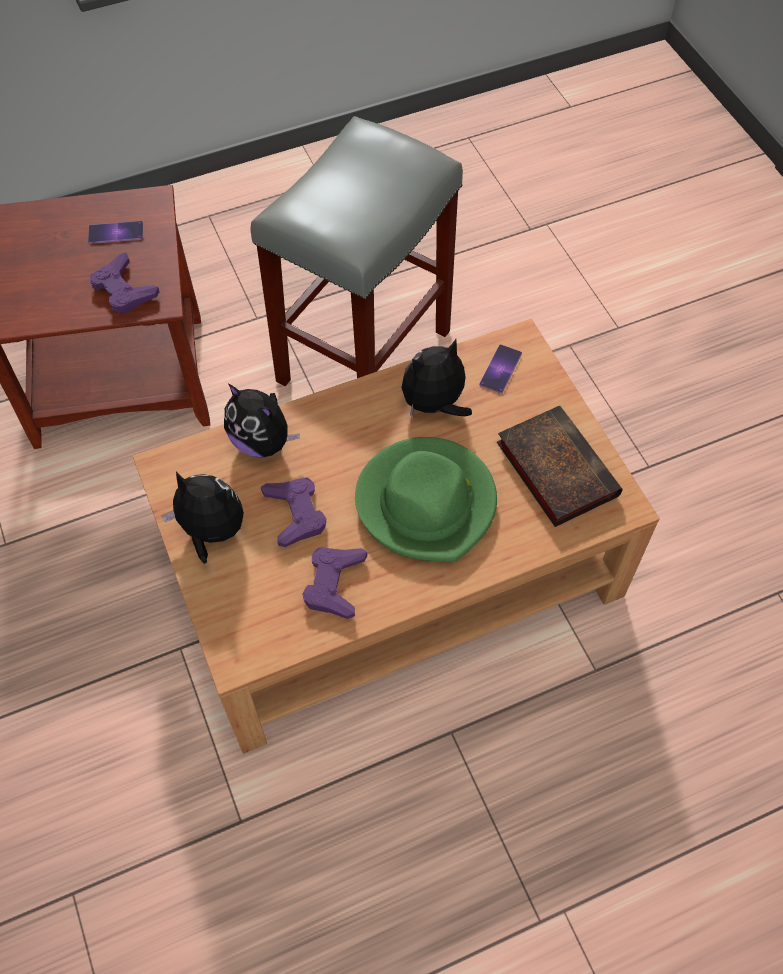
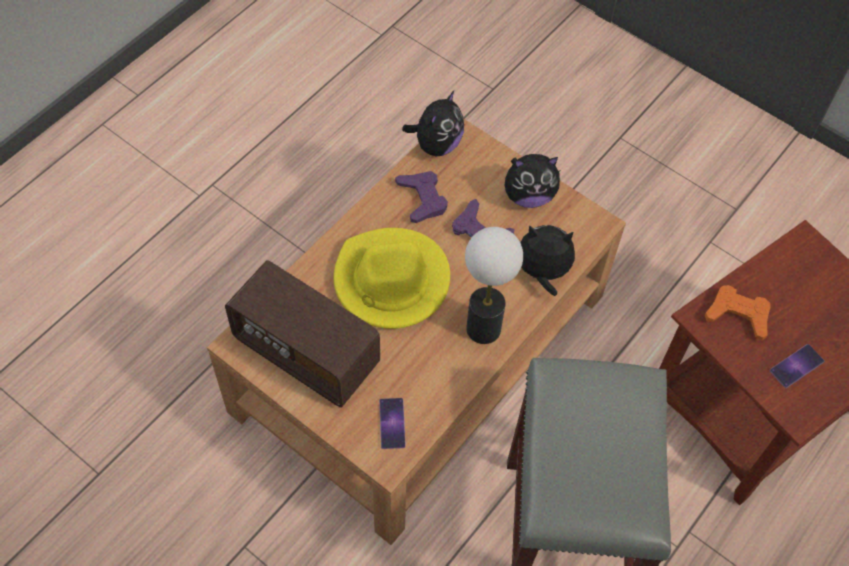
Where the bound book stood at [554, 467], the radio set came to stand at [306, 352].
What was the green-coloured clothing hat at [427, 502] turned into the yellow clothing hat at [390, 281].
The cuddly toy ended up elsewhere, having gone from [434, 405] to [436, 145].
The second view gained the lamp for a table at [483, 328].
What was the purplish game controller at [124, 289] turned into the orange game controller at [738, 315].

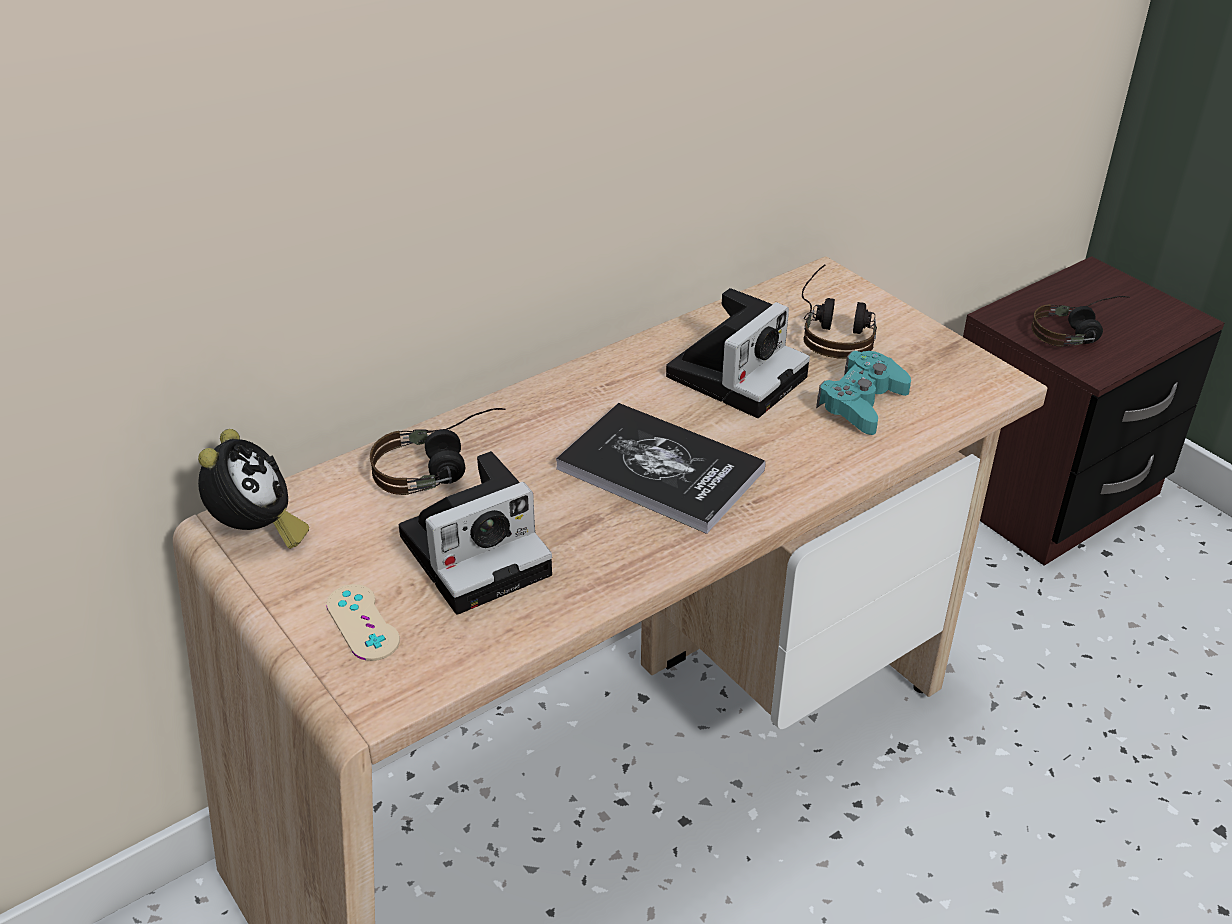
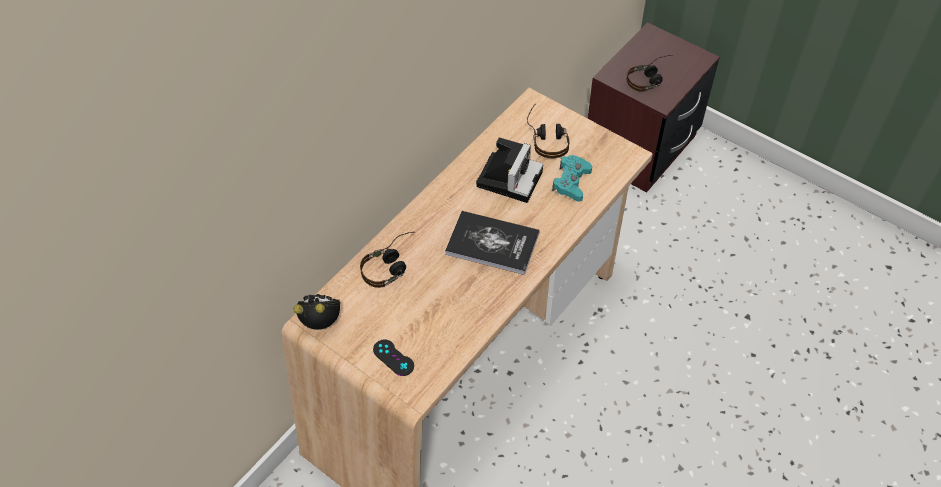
The bedside clock at [257, 532] ended up facing another way, 75 degrees counterclockwise from before.
What was the sand-coloured game controller at [362, 622] turned into the blackish game controller at [393, 358].
The second view lost the still camera at [479, 552].

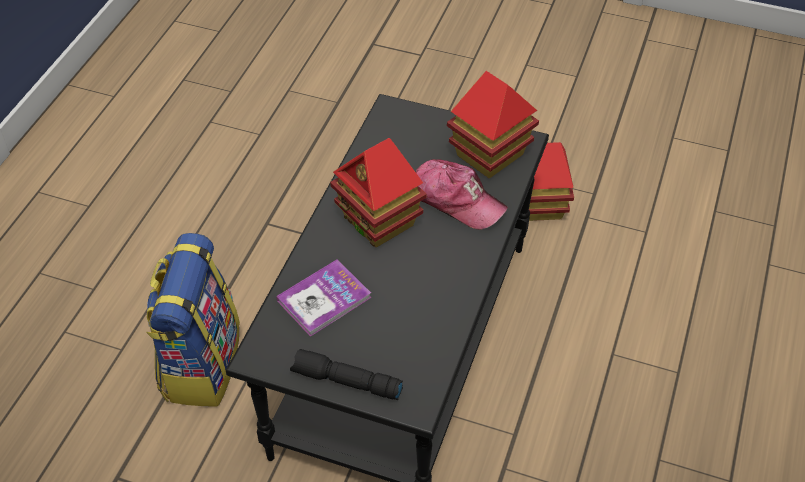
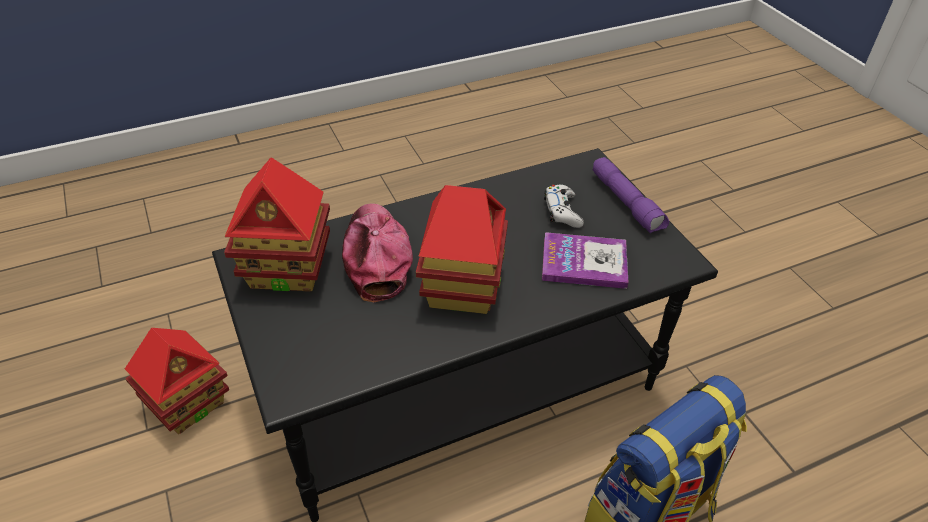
The second view gained the white game controller at [562, 211].
What was the blackish hand torch at [345, 382] turned into the purplish hand torch at [627, 203].

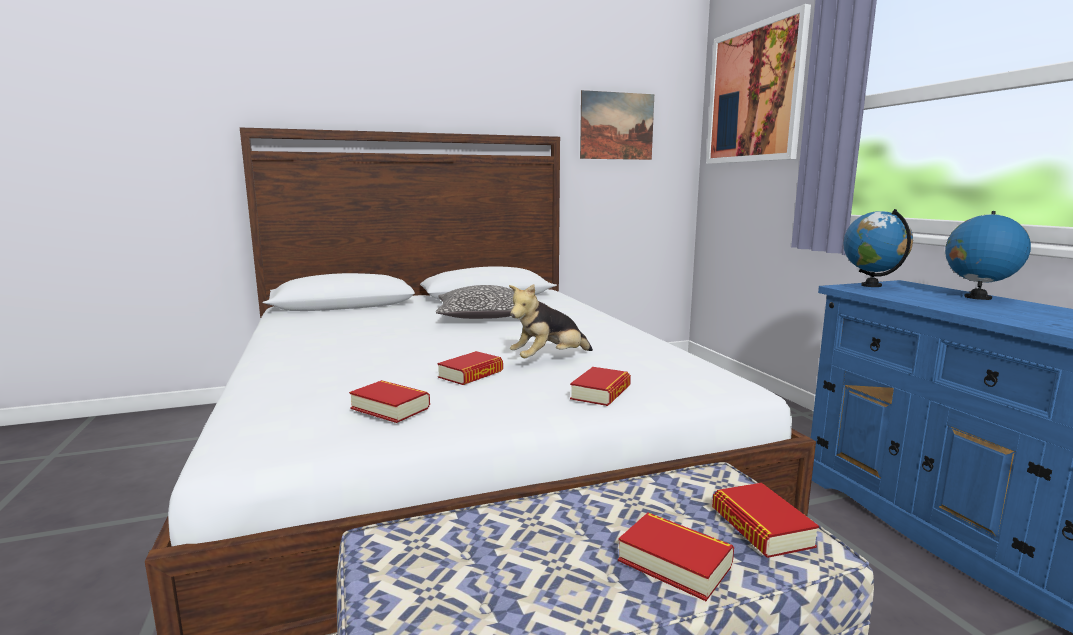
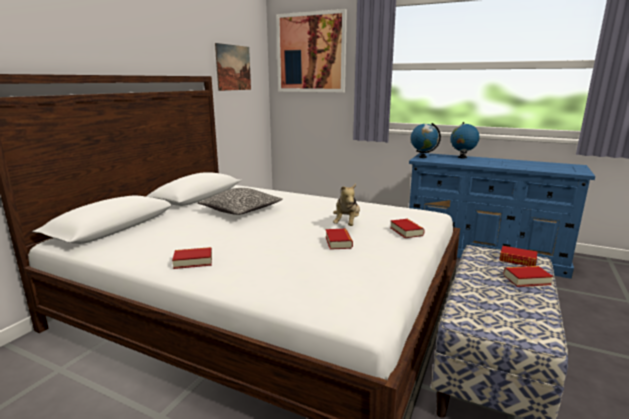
The bound book ended up elsewhere, having gone from [390, 408] to [193, 261].

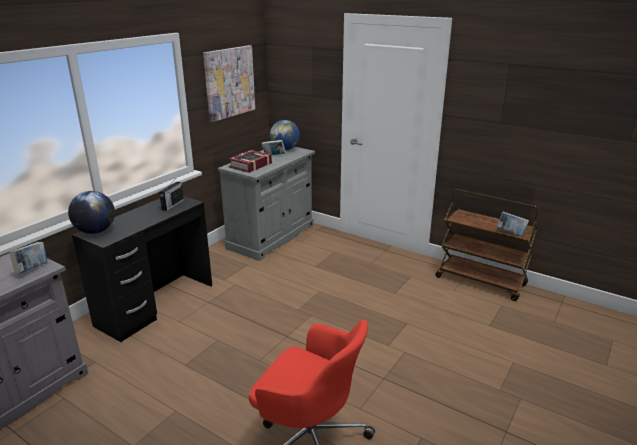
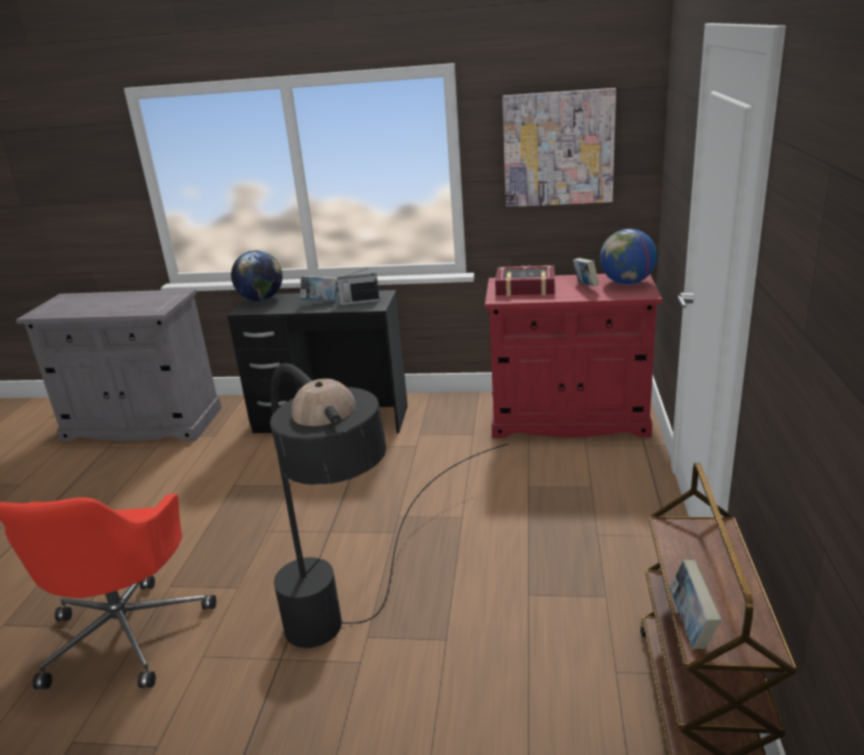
The second view gained the blackish standing lamp at [367, 662].
The bound book ended up elsewhere, having gone from [32, 269] to [320, 302].
What was the grey cupboard at [271, 237] turned into the red-coloured cupboard at [569, 419].

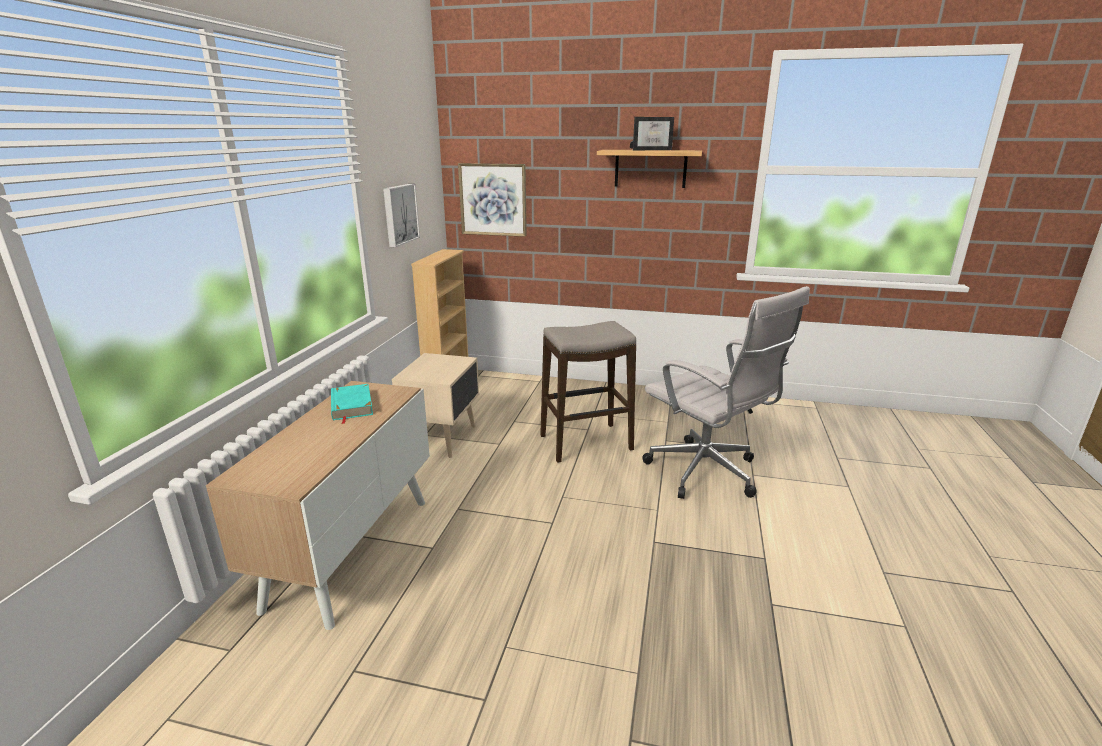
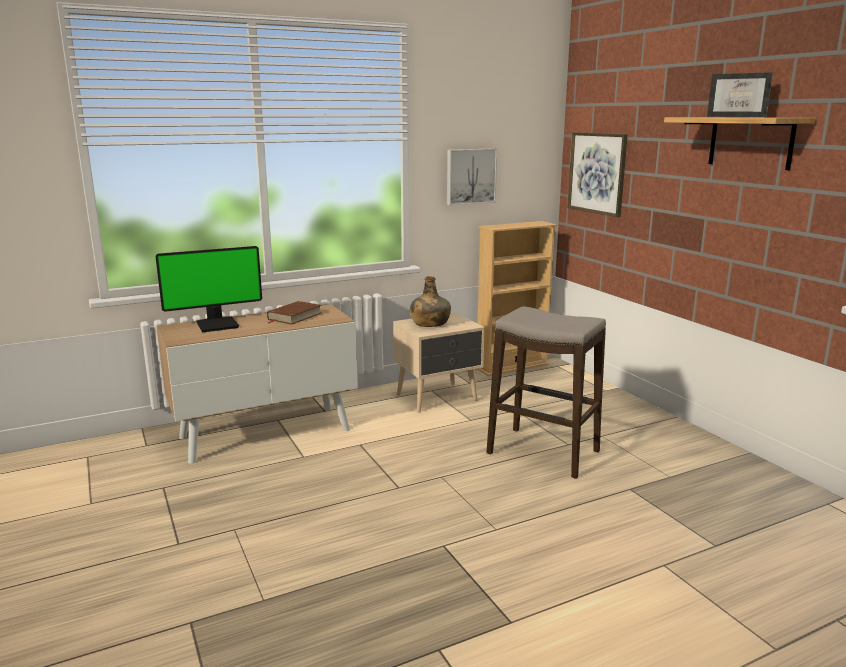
The second view gained the computer display at [217, 324].
What was the turquoise bound book at [351, 406] turned into the brownish bound book at [294, 316].
The second view gained the green-coloured drink bottle at [429, 323].
The second view lost the white office chair at [707, 474].

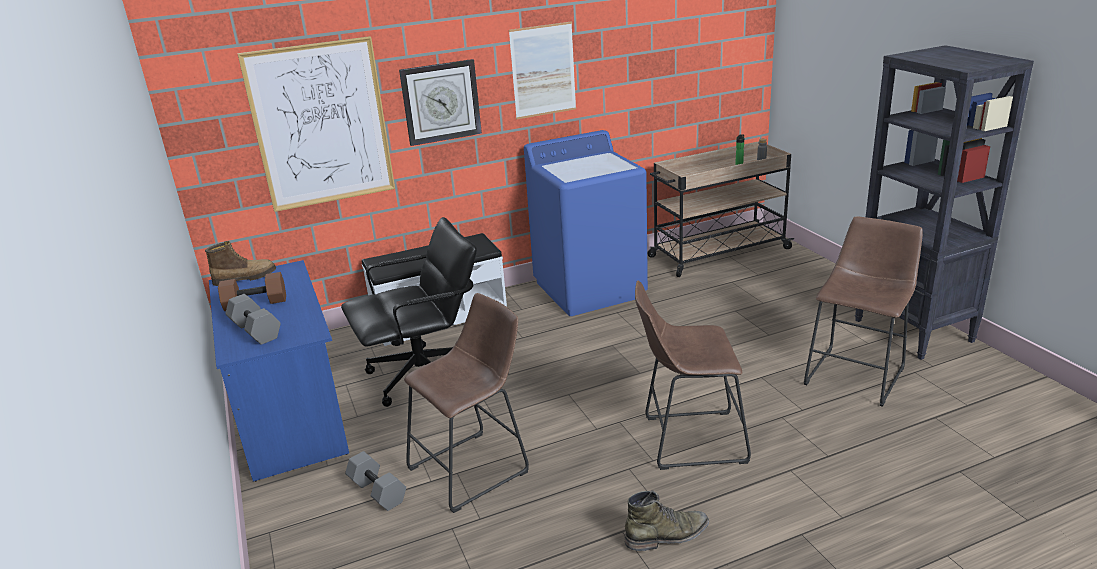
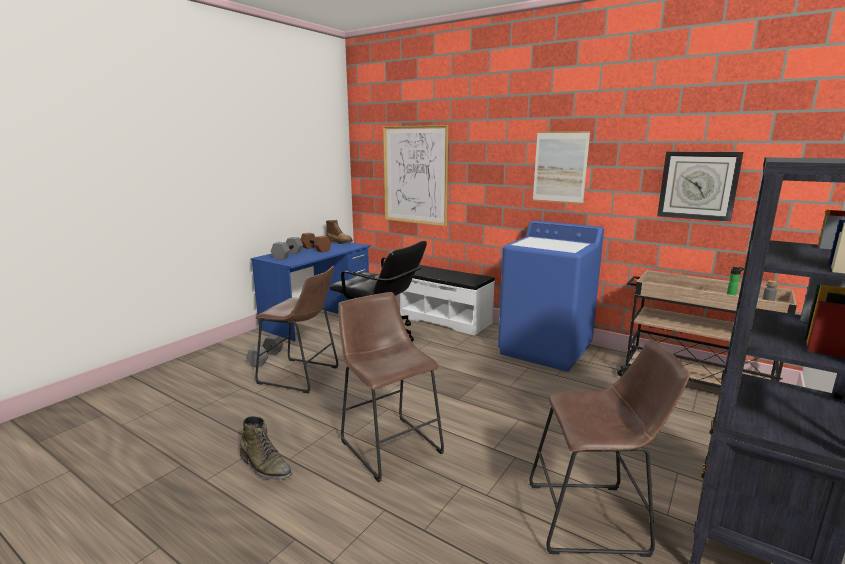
The hanging clock ended up elsewhere, having gone from [441, 102] to [698, 185].

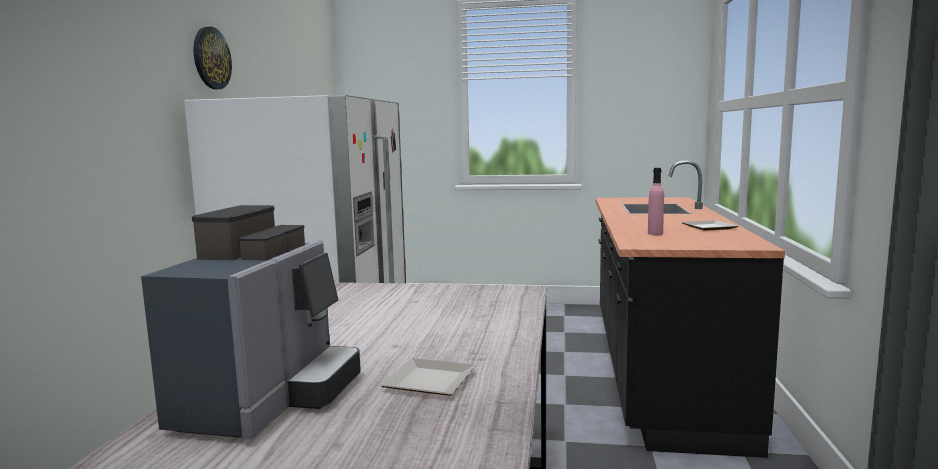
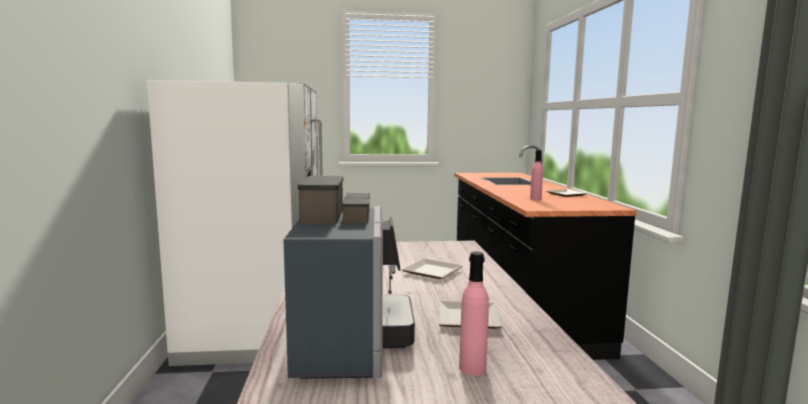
The second view gained the plate at [434, 271].
The second view gained the pinkish drink bottle at [472, 368].
The second view lost the hanging clock at [211, 58].

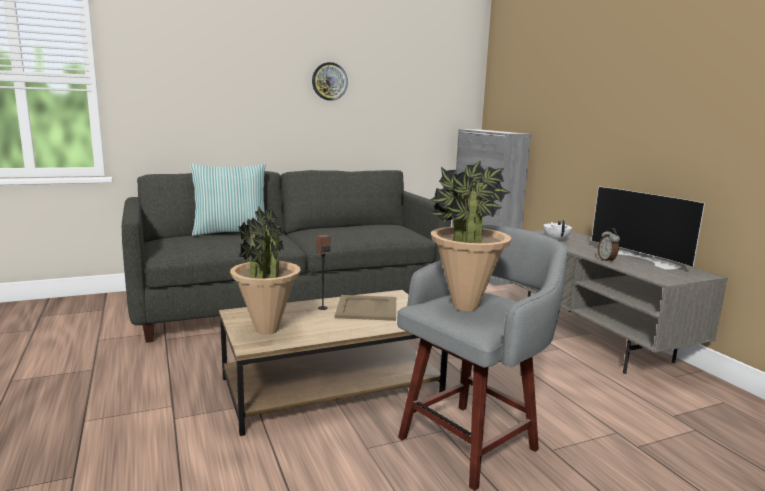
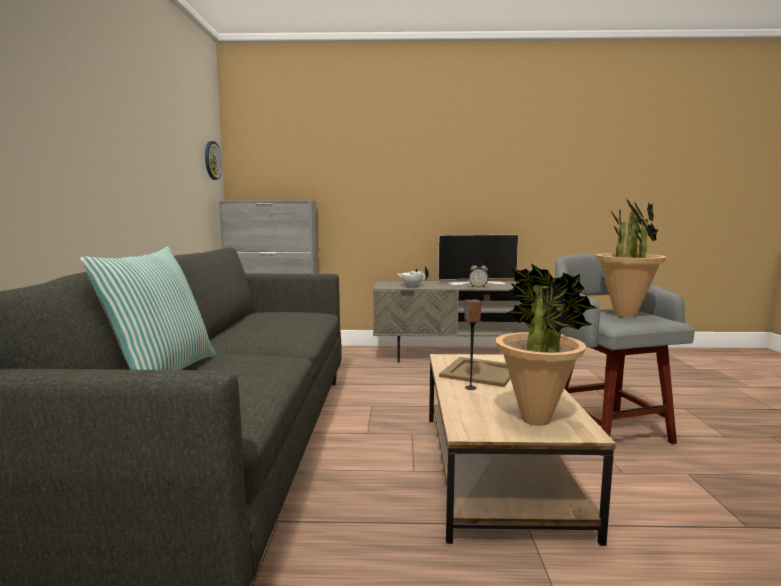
The hanging clock ended up elsewhere, having gone from [329, 81] to [212, 160].

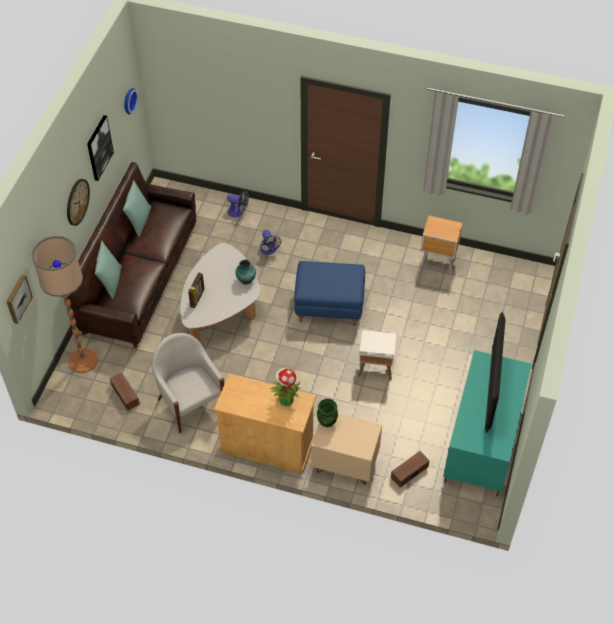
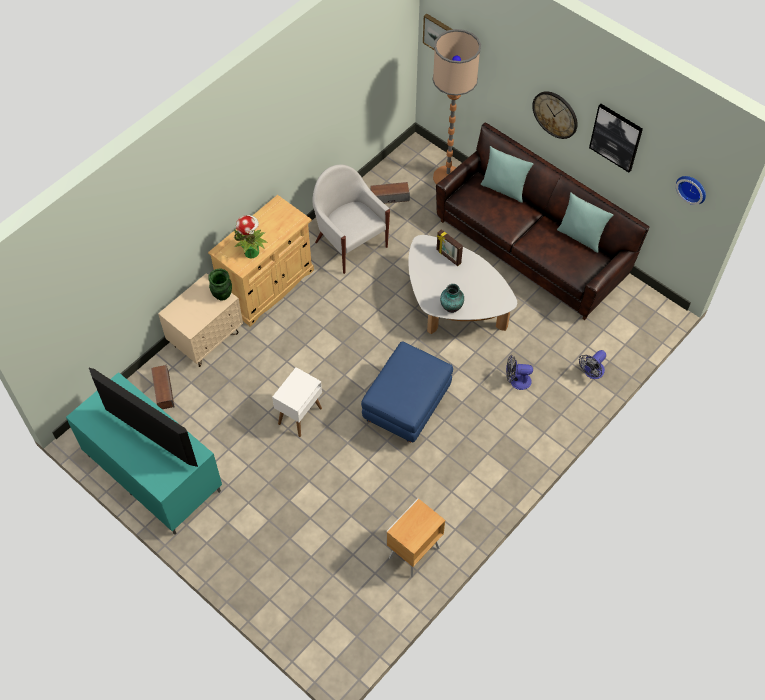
The white armchair at [191, 403] ended up facing another way, 120 degrees counterclockwise from before.

